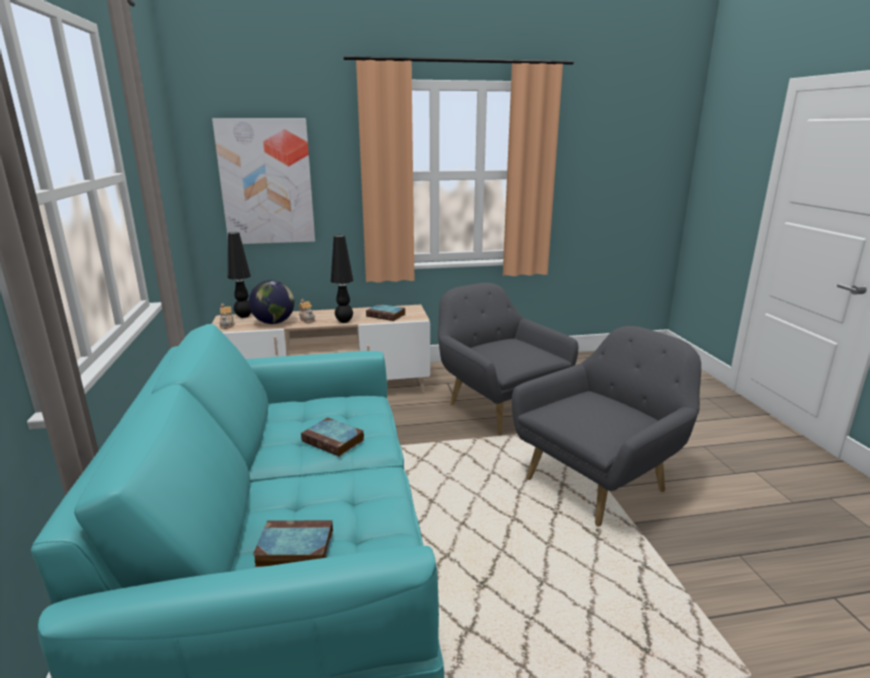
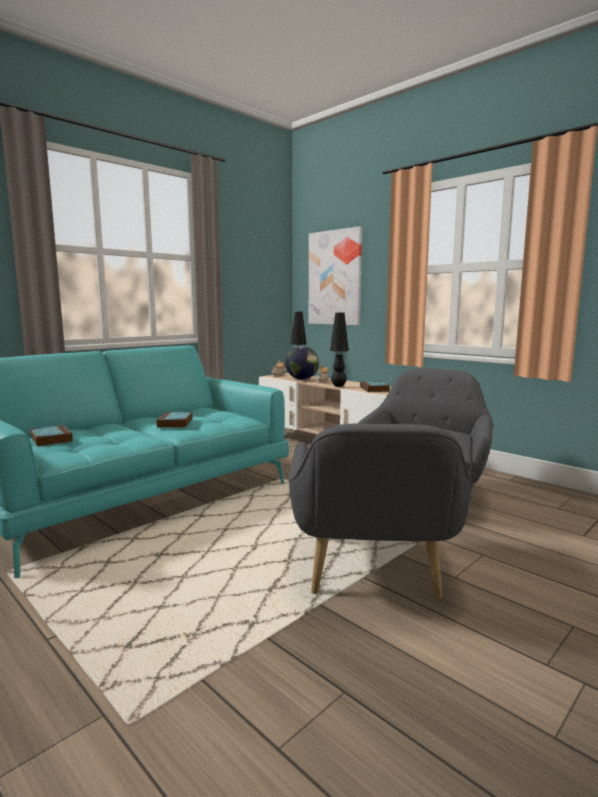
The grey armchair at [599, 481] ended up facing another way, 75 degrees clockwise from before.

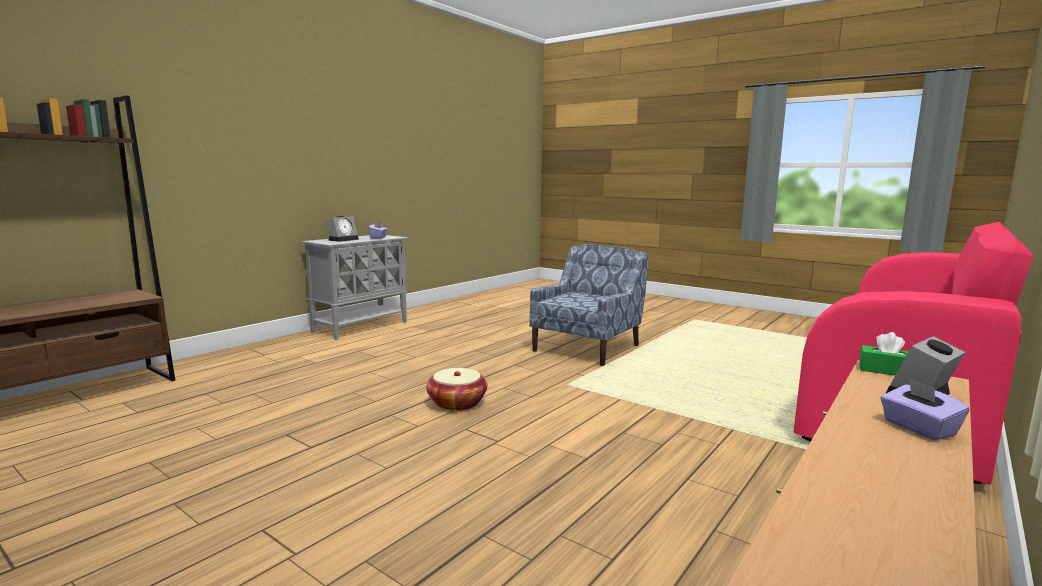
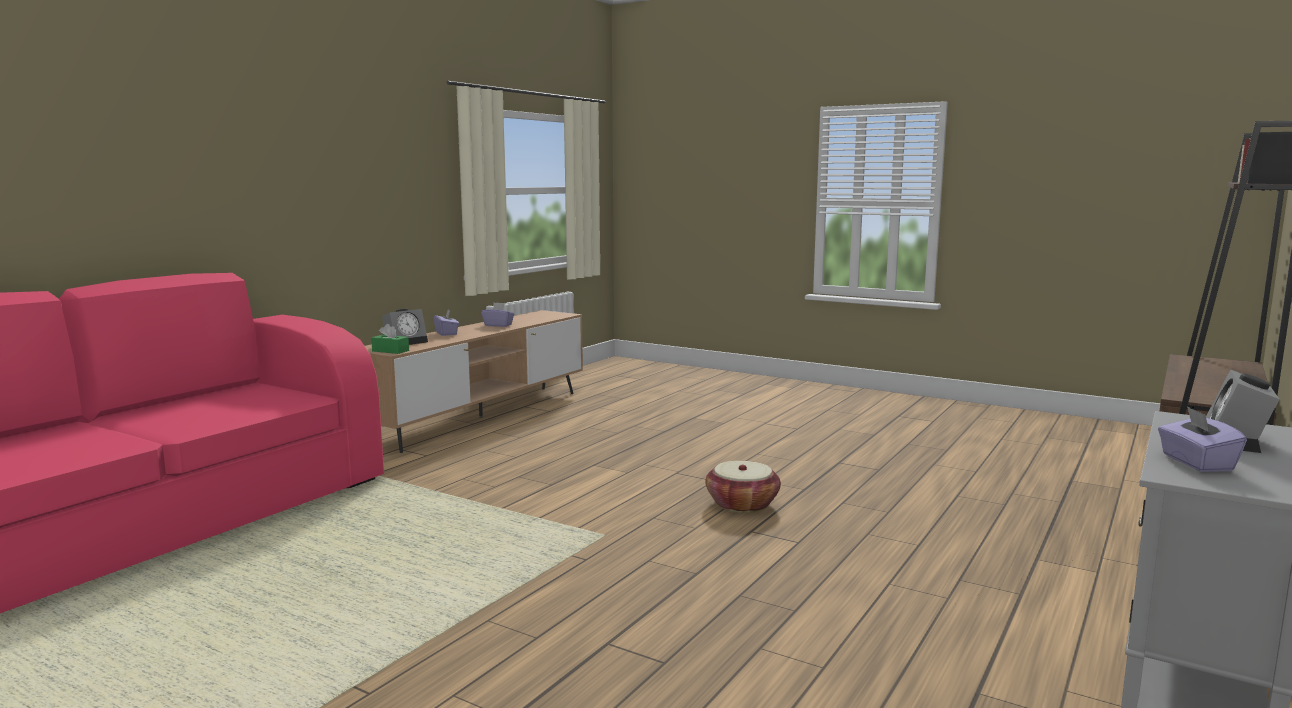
The second view gained the purplish box of tissues at [498, 325].
The second view lost the blue-coloured armchair at [588, 348].

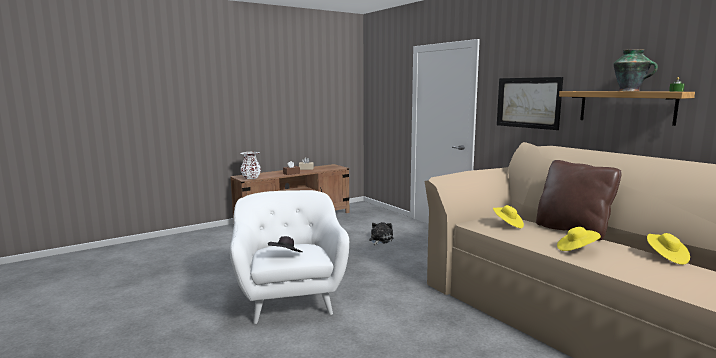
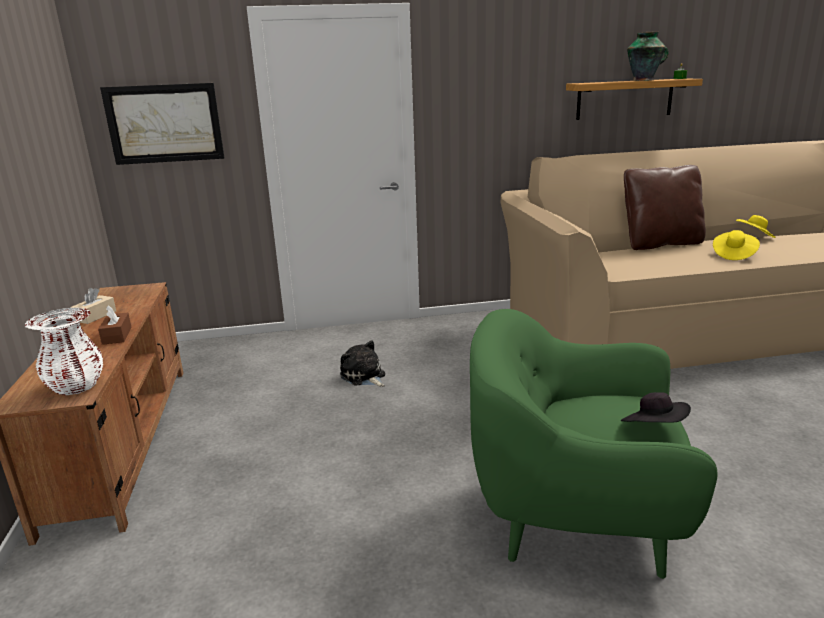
The picture ended up elsewhere, having gone from [528, 102] to [165, 123].
What was the white armchair at [290, 299] turned into the green-coloured armchair at [572, 516].
The second view lost the yellow clothing hat at [508, 224].

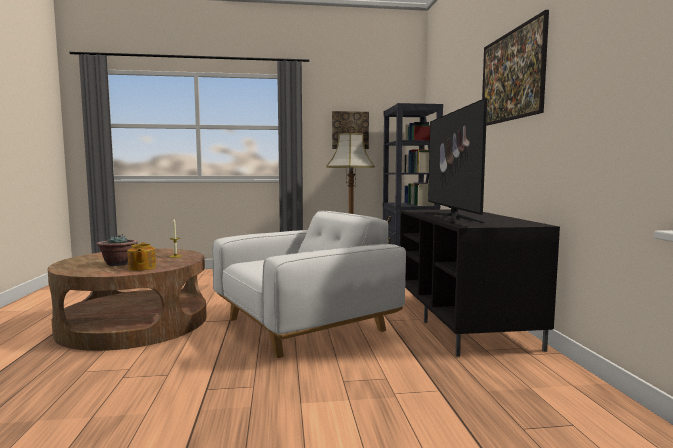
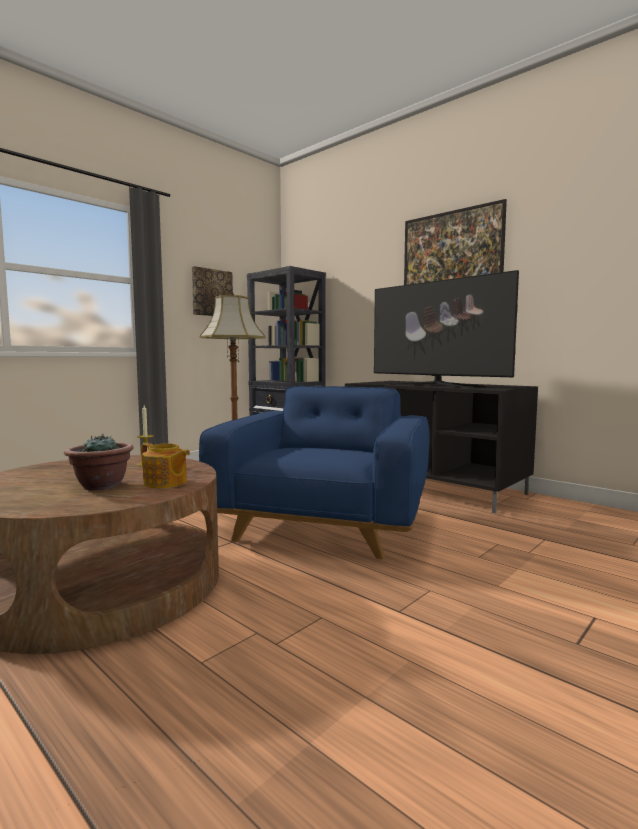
What was the white armchair at [304, 325] turned into the blue-coloured armchair at [325, 524].

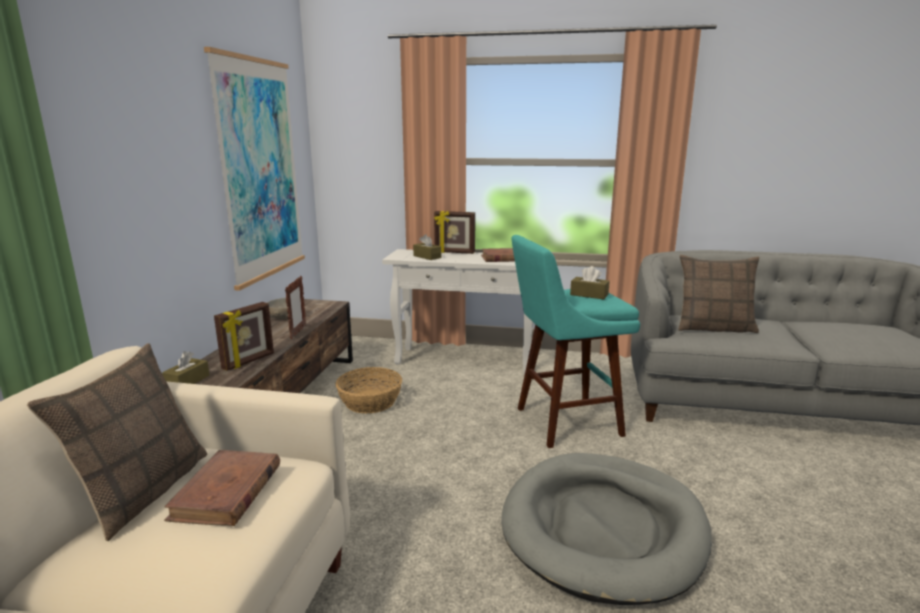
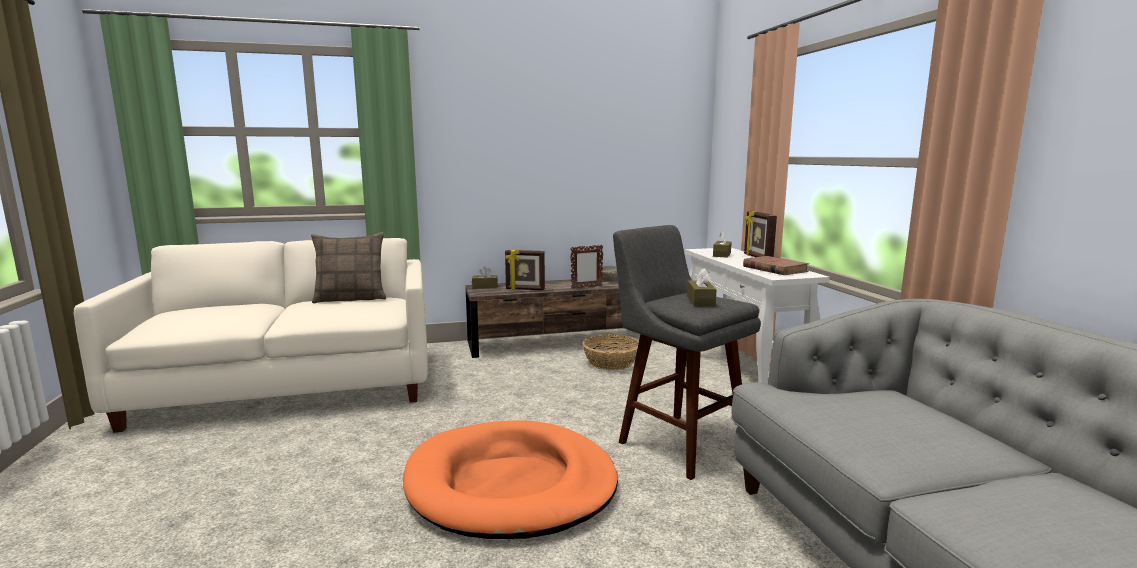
What was the grey dog cushion at [603, 528] turned into the orange dog cushion at [511, 485].
What was the turquoise sitting stool at [563, 422] turned into the grey sitting stool at [677, 442].
The second view lost the brownish bound book at [227, 492].
The second view lost the picture at [260, 170].
The second view lost the cushion at [714, 328].

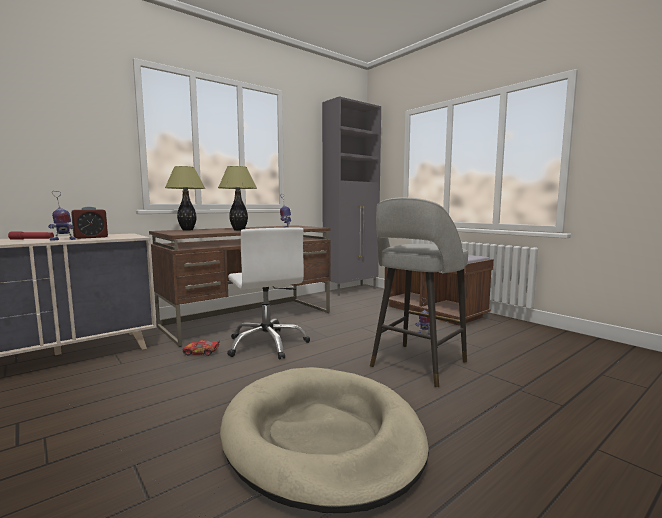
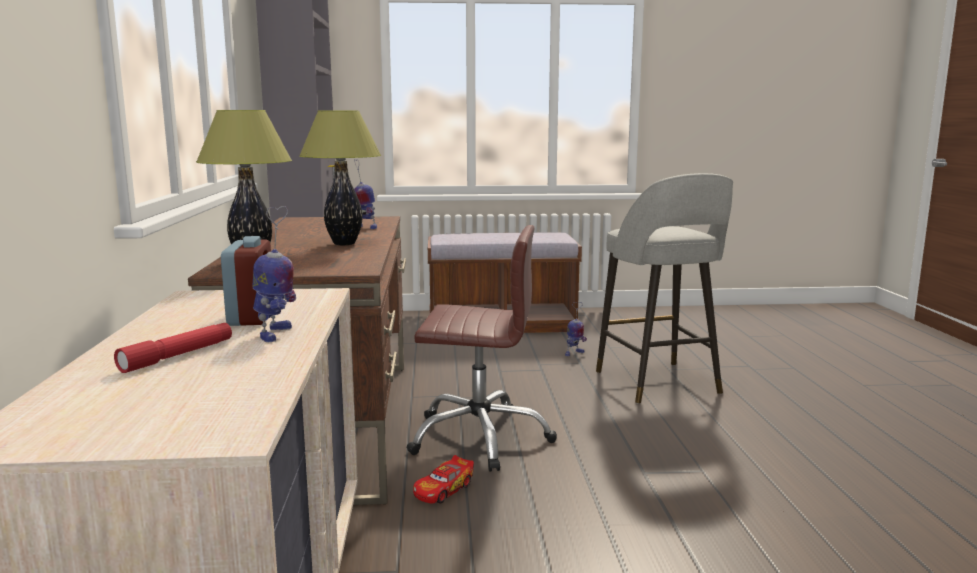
What was the white office chair at [267, 344] turned into the brownish office chair at [480, 437].
The second view lost the sand-coloured dog cushion at [322, 437].

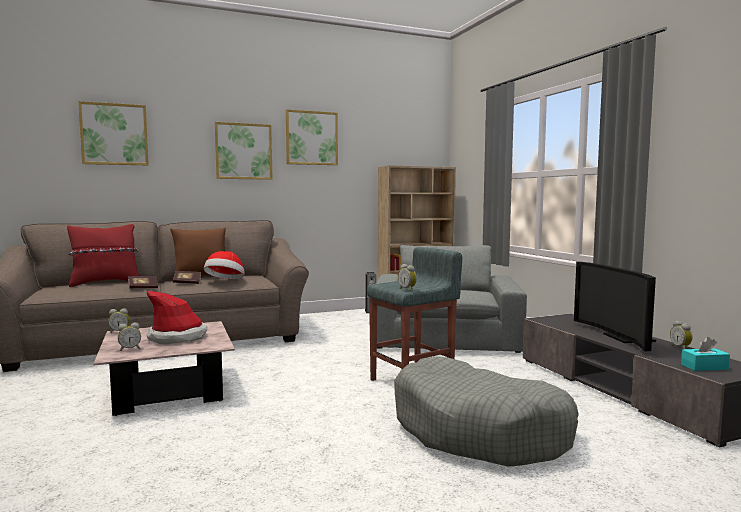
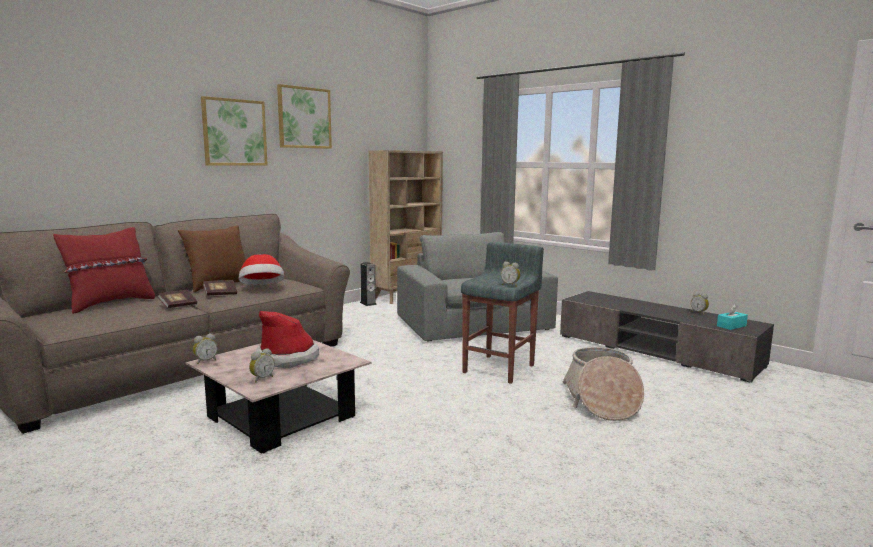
Where the grey dog cushion stood at [480, 431], the household basket came to stand at [601, 401].
The second view lost the picture at [114, 134].
The second view lost the TV at [622, 337].

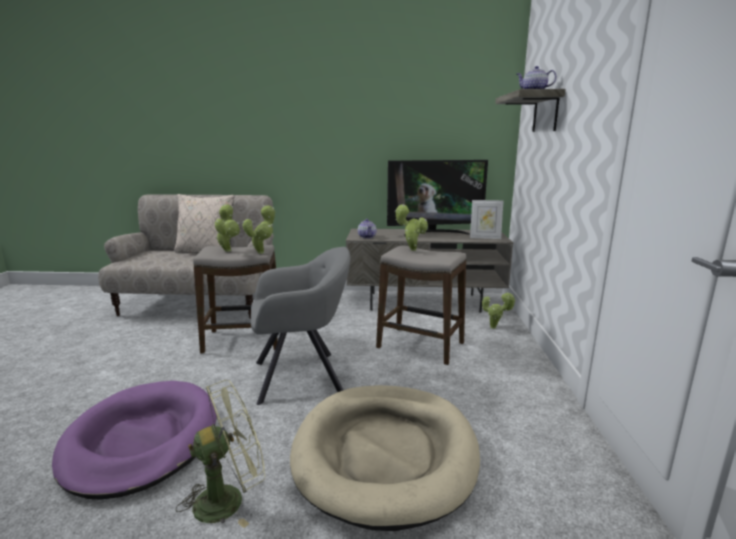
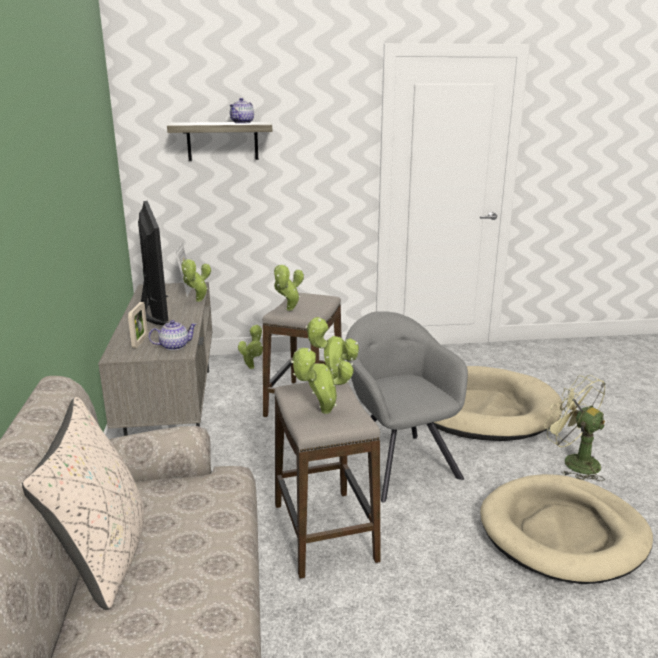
The second view gained the picture frame at [140, 342].
The second view gained the potted plant at [198, 301].
What was the purplish dog cushion at [142, 440] turned into the sand-coloured dog cushion at [563, 533].

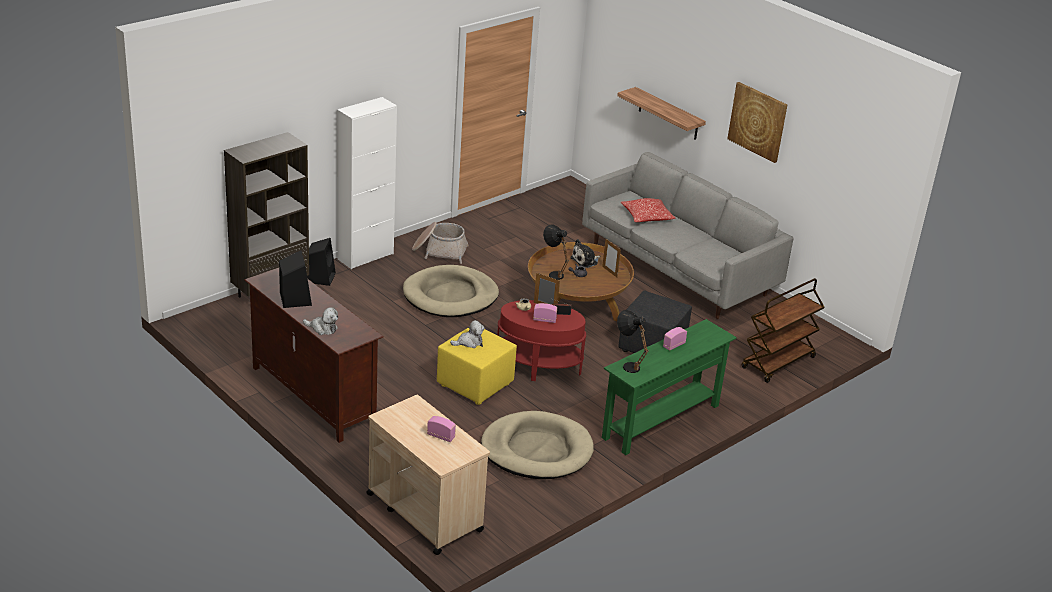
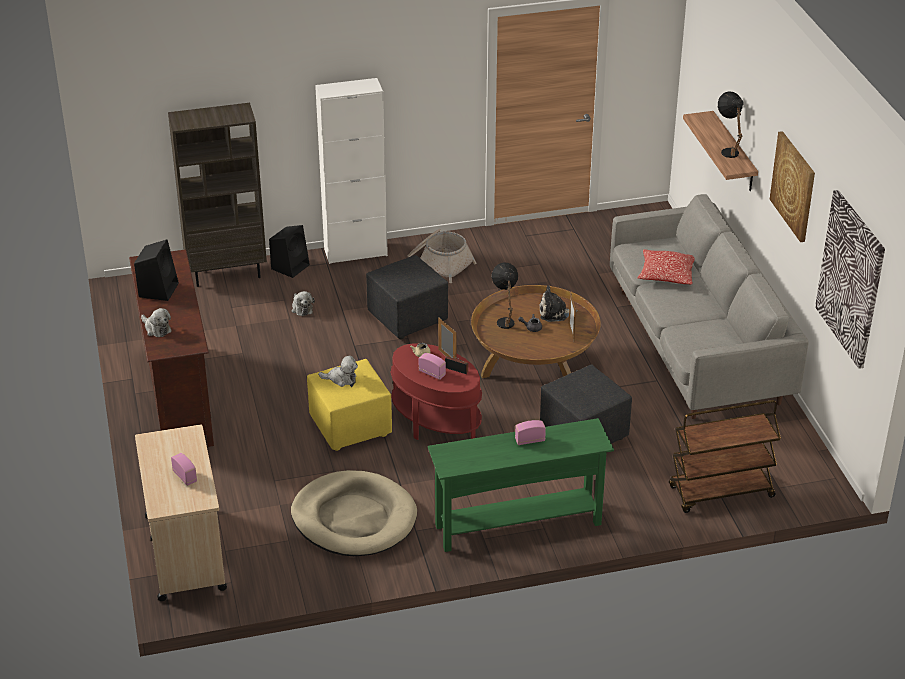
The second view gained the cuddly toy at [301, 308].
Where the sand-coloured dog cushion stood at [450, 296], the blackish pouffe came to stand at [408, 318].
The blackish lamp for a table ended up elsewhere, having gone from [627, 364] to [728, 149].
The second view gained the picture at [850, 279].

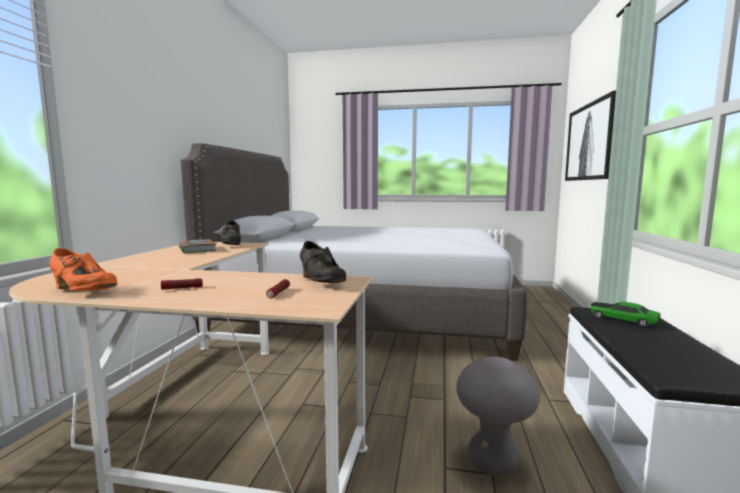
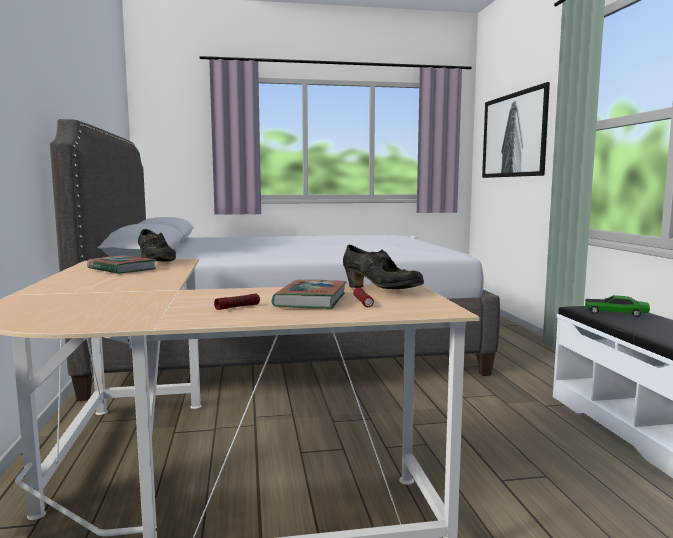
The second view gained the bound book at [311, 300].
The second view lost the orange item of footwear at [83, 291].
The second view lost the grey sitting stool at [492, 463].

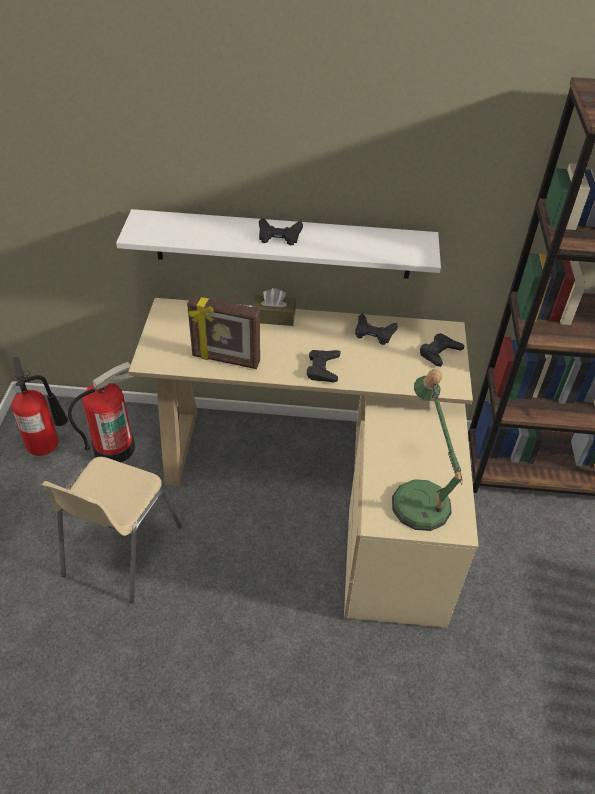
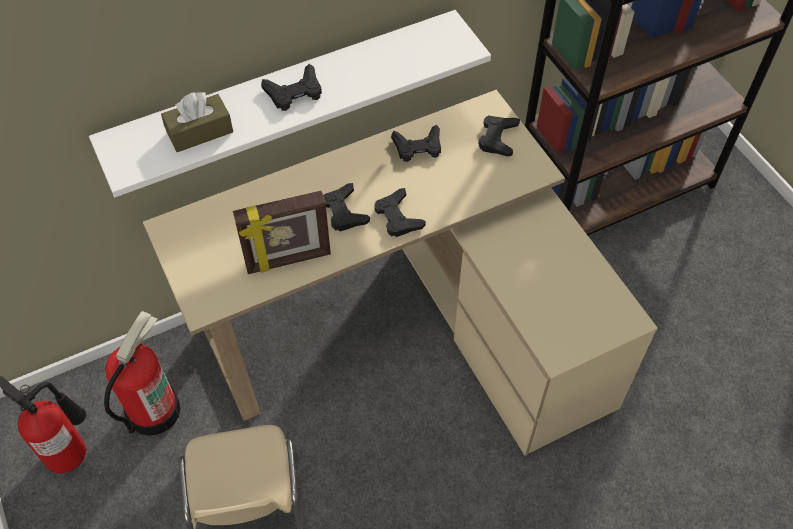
The brownish box of tissues ended up elsewhere, having gone from [273, 317] to [199, 132].
The second view gained the blackish game controller at [344, 211].
The second view lost the lamp for a table at [420, 496].

